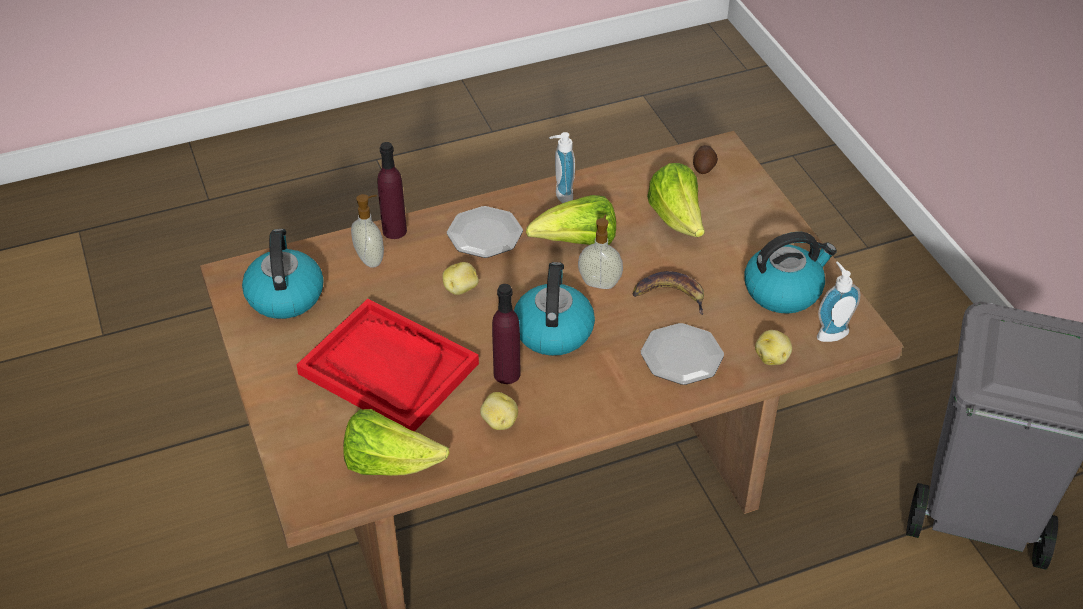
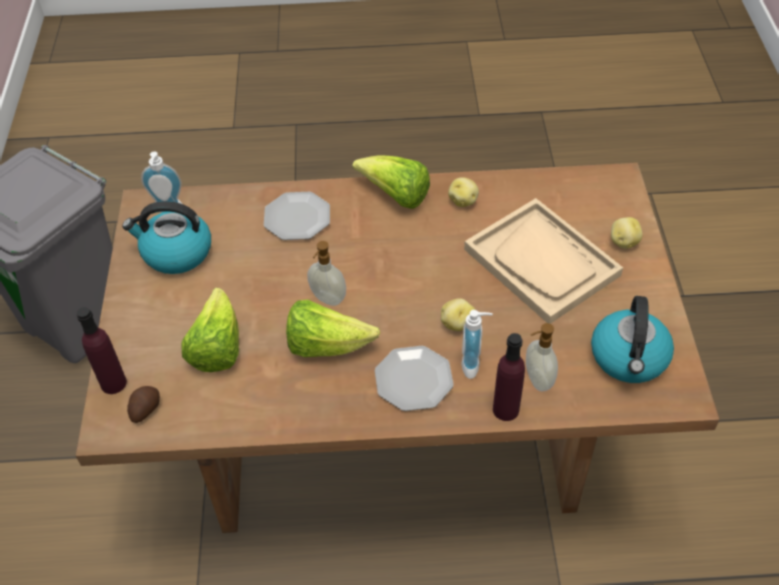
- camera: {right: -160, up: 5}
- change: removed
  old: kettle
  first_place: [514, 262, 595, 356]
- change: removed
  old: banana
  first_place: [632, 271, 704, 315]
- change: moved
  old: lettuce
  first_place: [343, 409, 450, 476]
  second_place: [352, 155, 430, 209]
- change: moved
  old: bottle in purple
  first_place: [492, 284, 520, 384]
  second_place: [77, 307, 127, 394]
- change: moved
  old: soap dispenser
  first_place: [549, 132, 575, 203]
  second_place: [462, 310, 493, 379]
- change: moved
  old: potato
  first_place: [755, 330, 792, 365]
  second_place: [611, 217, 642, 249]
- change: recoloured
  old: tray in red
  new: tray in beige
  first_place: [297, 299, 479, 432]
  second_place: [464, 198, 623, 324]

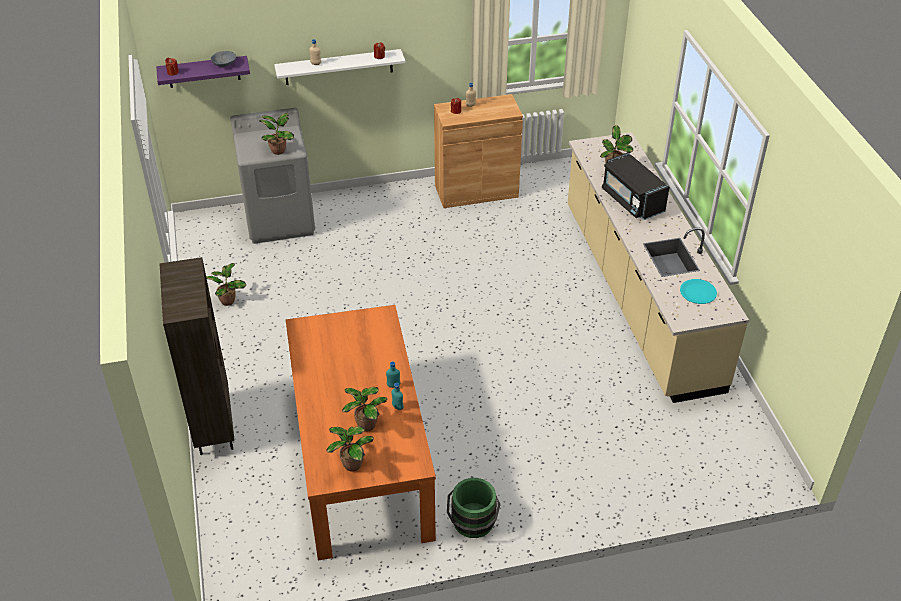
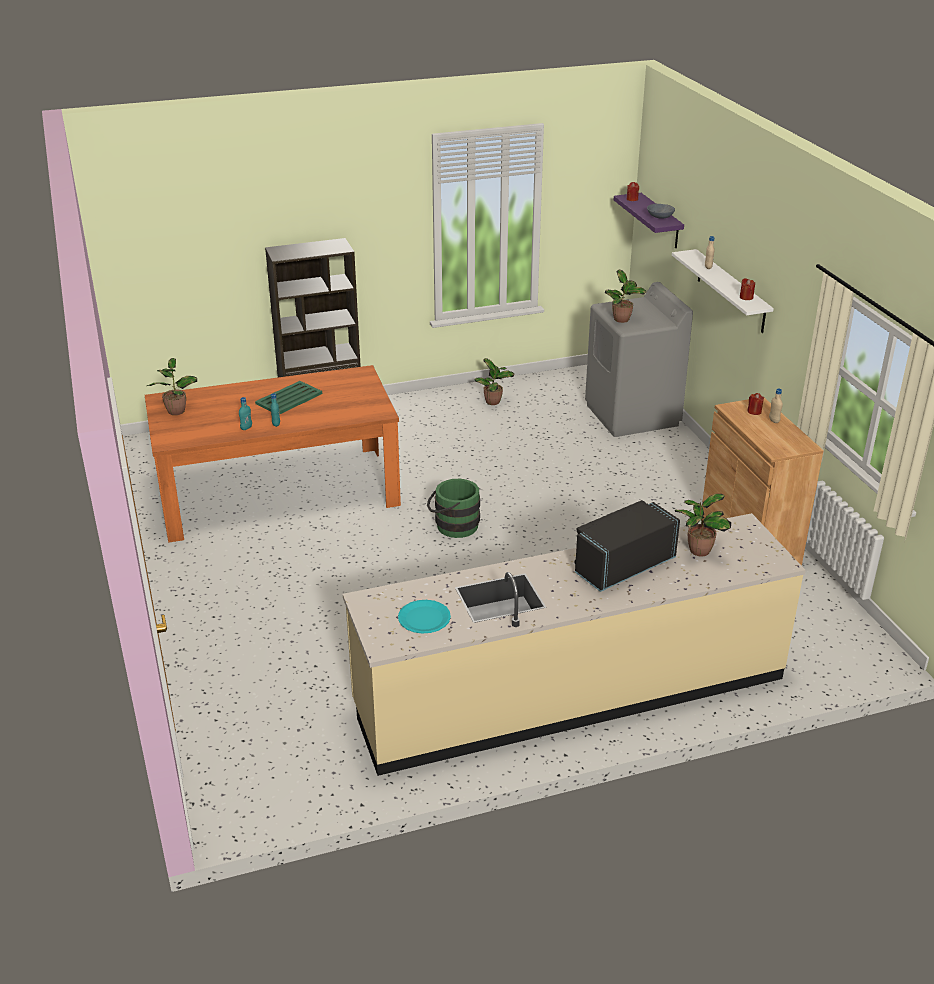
- camera: {right: 85, up: -10}
- change: removed
  old: potted plant
  first_place: [342, 387, 388, 432]
- change: added
  new: tray in green
  second_place: [255, 381, 322, 414]
- change: moved
  old: bucket in green
  first_place: [447, 478, 501, 538]
  second_place: [427, 479, 480, 538]

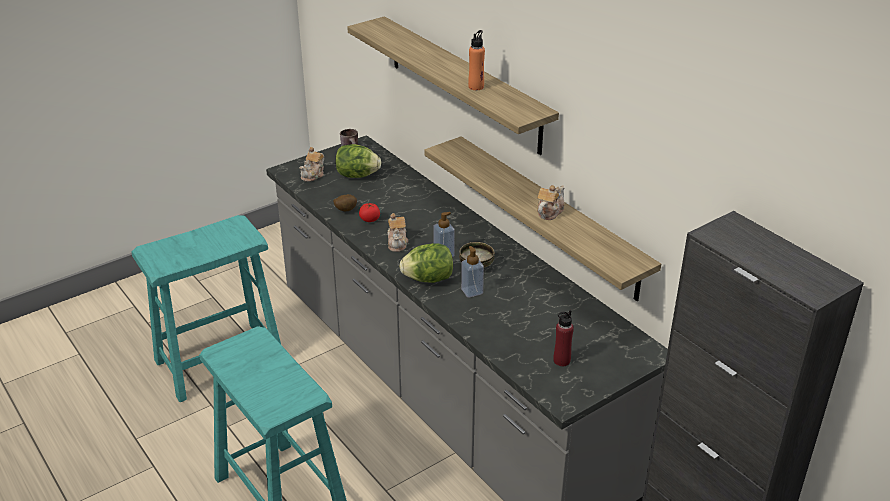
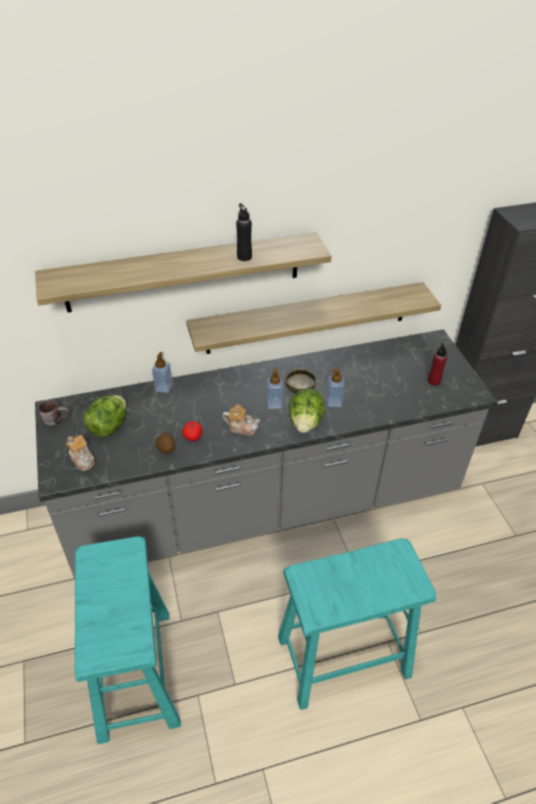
- camera: {right: -70, up: 10}
- change: removed
  old: teapot
  first_place: [537, 185, 565, 220]
- change: added
  new: soap dispenser
  second_place: [152, 352, 173, 393]
- change: recoloured
  old: bottle in orange
  new: bottle in black
  first_place: [468, 30, 485, 90]
  second_place: [236, 203, 252, 261]

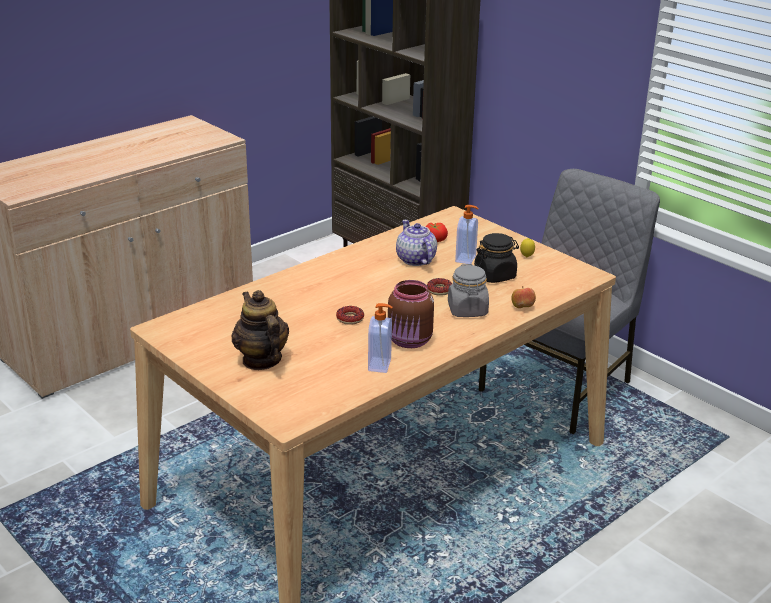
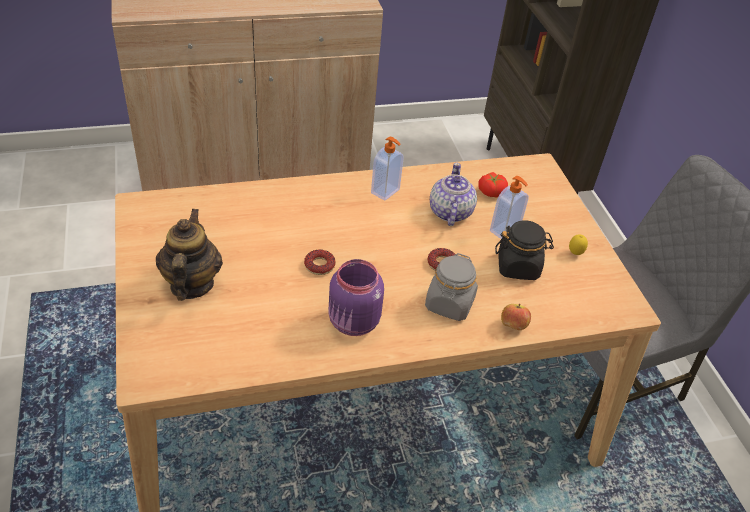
- camera: {right: 25, up: 15}
- change: moved
  old: soap dispenser
  first_place: [368, 303, 393, 373]
  second_place: [371, 136, 404, 201]
- change: recoloured
  old: jar in brown
  new: jar in purple
  first_place: [388, 280, 434, 348]
  second_place: [328, 259, 384, 336]

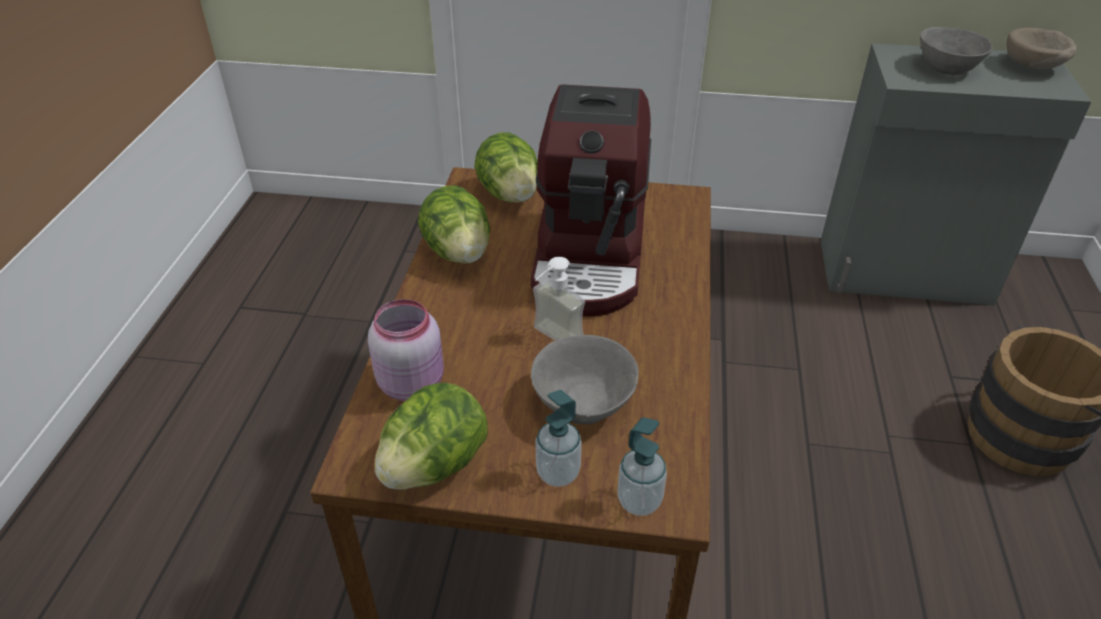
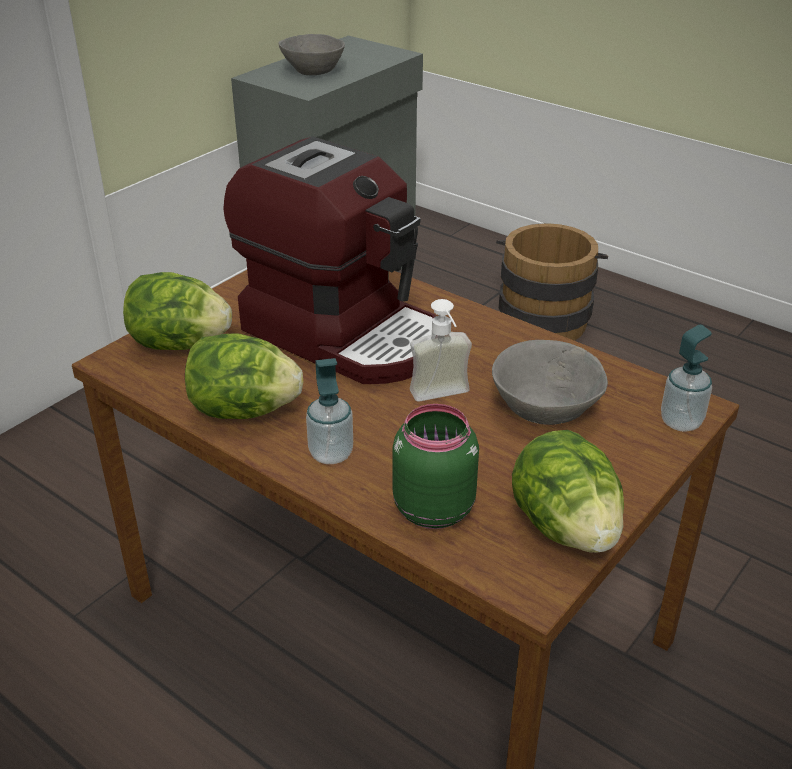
- camera: {right: -60, up: -5}
- change: removed
  old: bowl in beige
  first_place: [1006, 27, 1077, 69]
- change: moved
  old: soap dispenser
  first_place: [535, 390, 582, 487]
  second_place: [306, 358, 353, 464]
- change: recoloured
  old: jar in pink
  new: jar in green
  first_place: [368, 299, 444, 401]
  second_place: [392, 404, 479, 529]

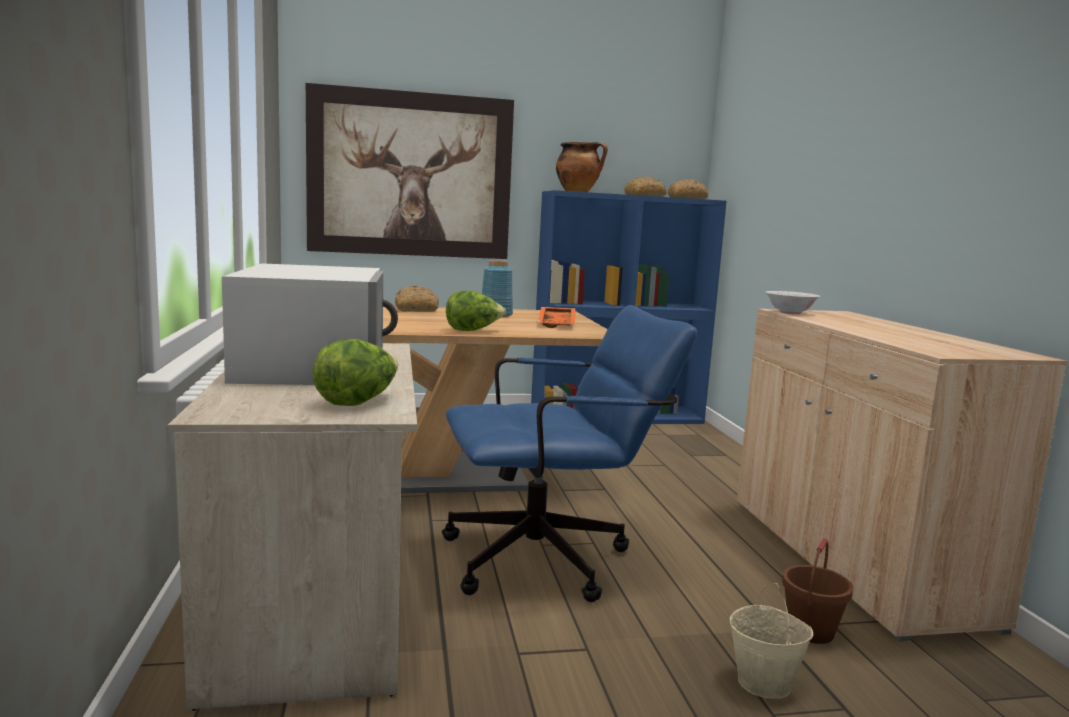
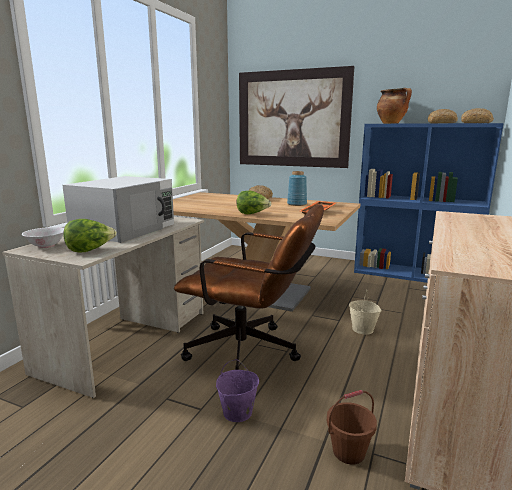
- camera: {right: 35, up: 5}
- change: added
  new: bucket in purple
  second_place: [216, 359, 259, 422]
- change: moved
  old: bucket in beige
  first_place: [729, 583, 813, 699]
  second_place: [349, 290, 382, 335]
- change: moved
  old: bowl in white
  first_place: [766, 291, 820, 314]
  second_place: [22, 227, 64, 248]
- change: recoloured
  old: office chair in blue
  new: office chair in brown
  first_place: [442, 305, 697, 602]
  second_place: [174, 205, 324, 370]

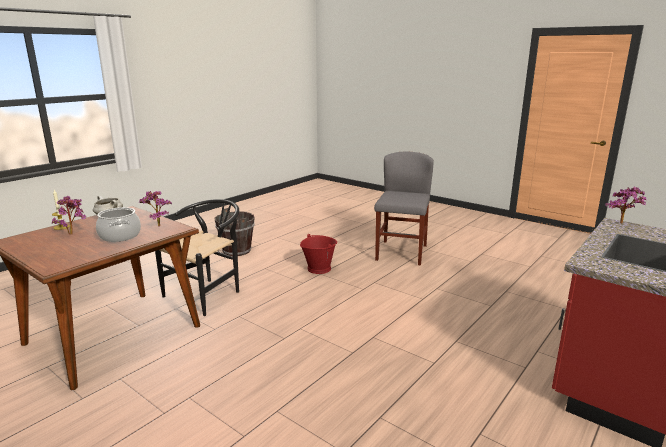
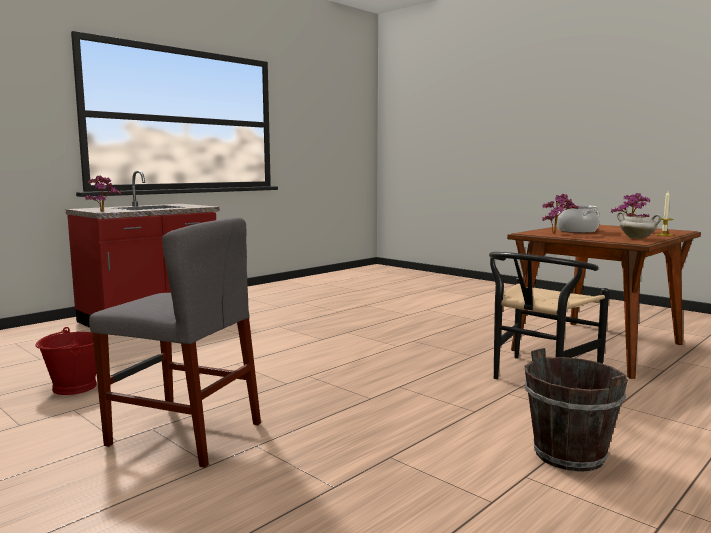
- camera: {right: -175, up: -10}
- change: moved
  old: bucket in red
  first_place: [300, 234, 337, 274]
  second_place: [36, 327, 97, 395]
- change: turned
  old: chair in grey
  first_place: [374, 151, 434, 266]
  second_place: [89, 217, 261, 468]
  degrees: -90

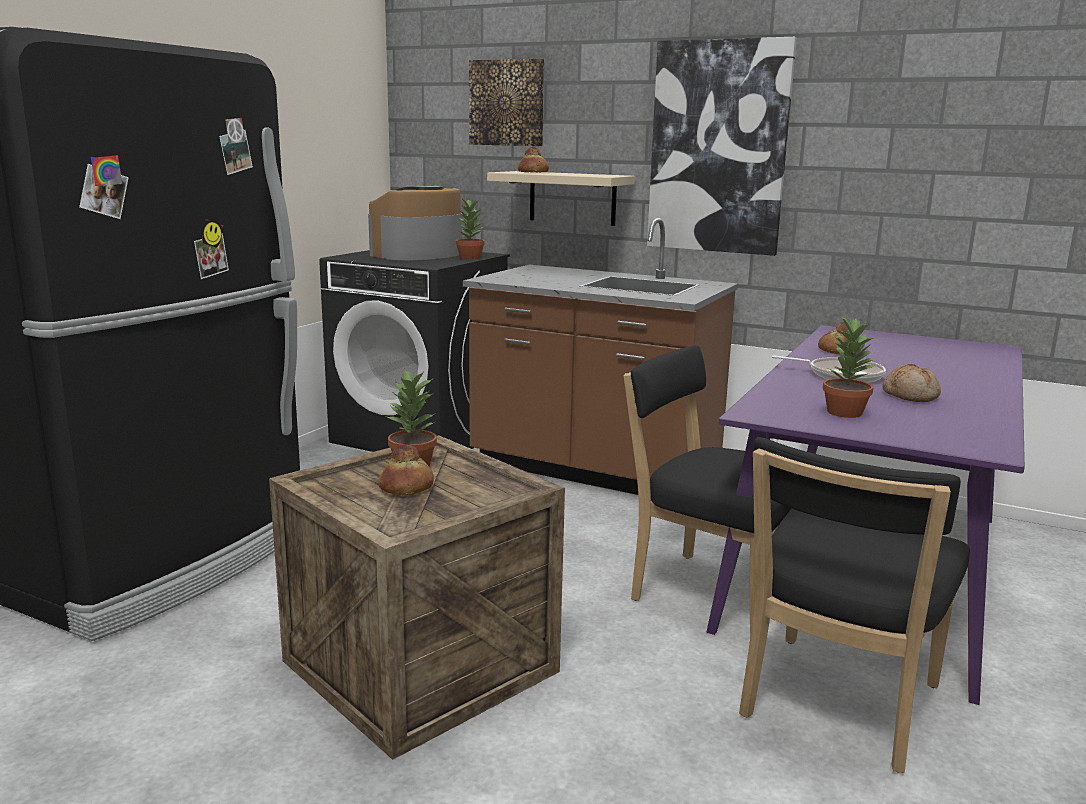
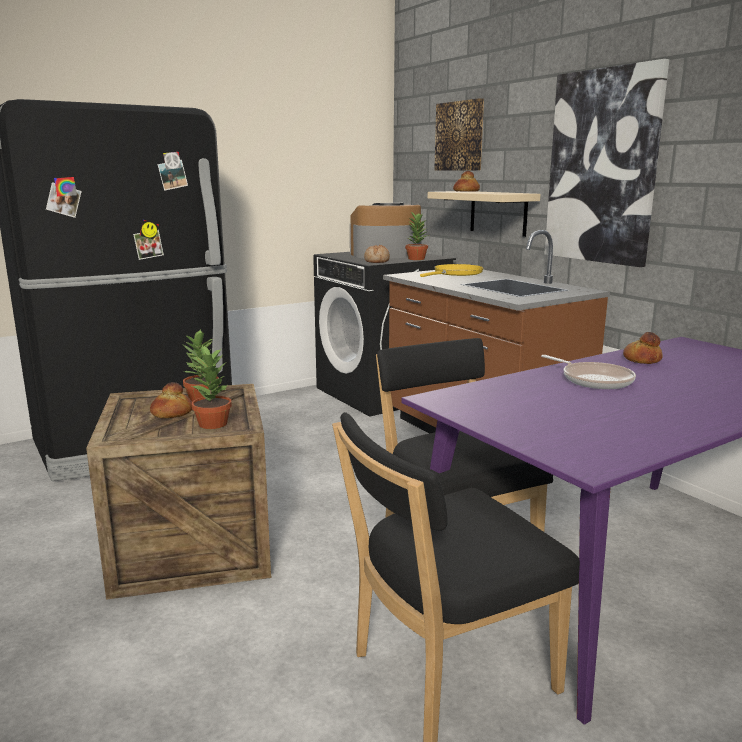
- camera: {right: 30, up: 0}
- change: added
  new: frying pan in yellow
  second_place: [420, 264, 483, 277]
- change: moved
  old: potted plant
  first_place: [823, 316, 877, 418]
  second_place: [190, 345, 232, 429]
- change: moved
  old: bread
  first_place: [883, 364, 941, 402]
  second_place: [364, 245, 390, 263]

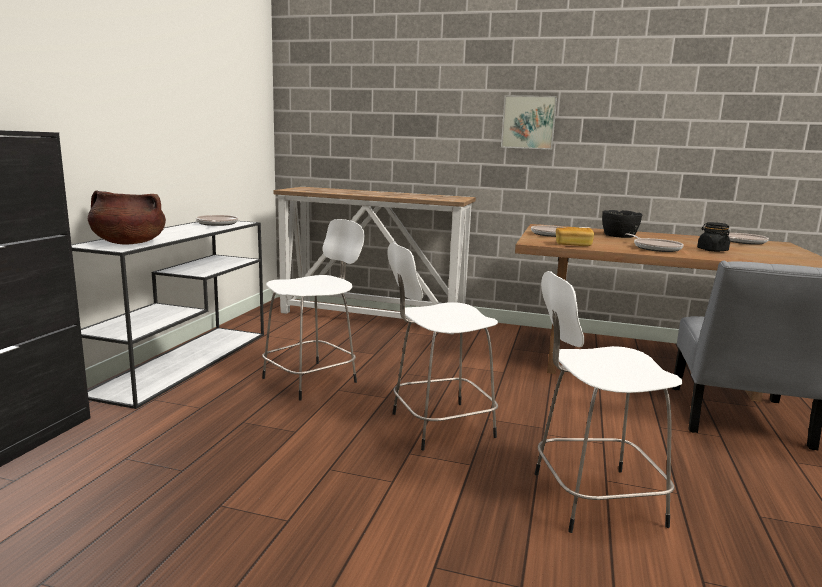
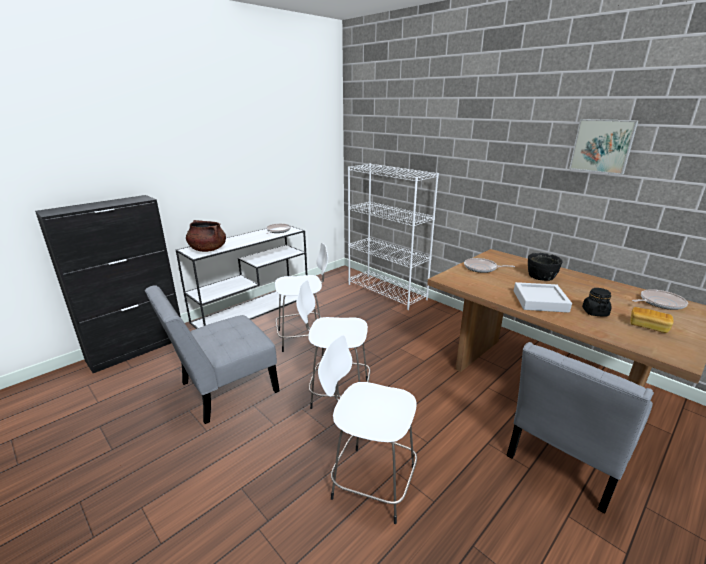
- camera: {right: 30, up: 10}
- change: added
  new: chair in grey
  second_place: [145, 285, 280, 424]
- change: moved
  old: picture
  first_place: [501, 95, 557, 150]
  second_place: [569, 119, 639, 175]
- change: moved
  old: bread
  first_place: [556, 227, 594, 246]
  second_place: [630, 307, 673, 333]
- change: replaced
  old: console table
  new: bookcase in white
  first_place: [274, 187, 476, 334]
  second_place: [348, 163, 439, 310]
- change: replaced
  old: frying pan
  new: tray in grey
  first_place: [625, 233, 684, 252]
  second_place: [514, 282, 572, 313]

